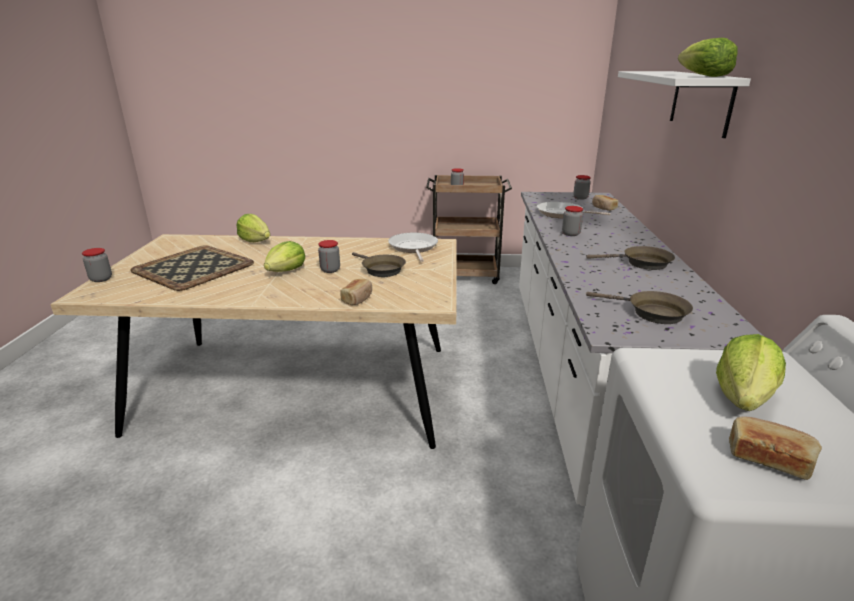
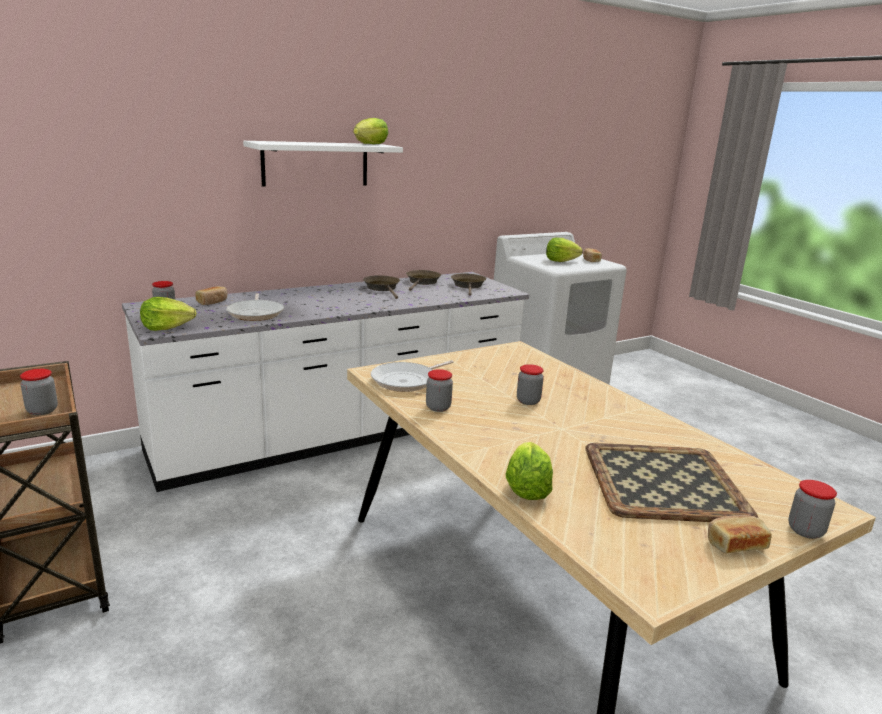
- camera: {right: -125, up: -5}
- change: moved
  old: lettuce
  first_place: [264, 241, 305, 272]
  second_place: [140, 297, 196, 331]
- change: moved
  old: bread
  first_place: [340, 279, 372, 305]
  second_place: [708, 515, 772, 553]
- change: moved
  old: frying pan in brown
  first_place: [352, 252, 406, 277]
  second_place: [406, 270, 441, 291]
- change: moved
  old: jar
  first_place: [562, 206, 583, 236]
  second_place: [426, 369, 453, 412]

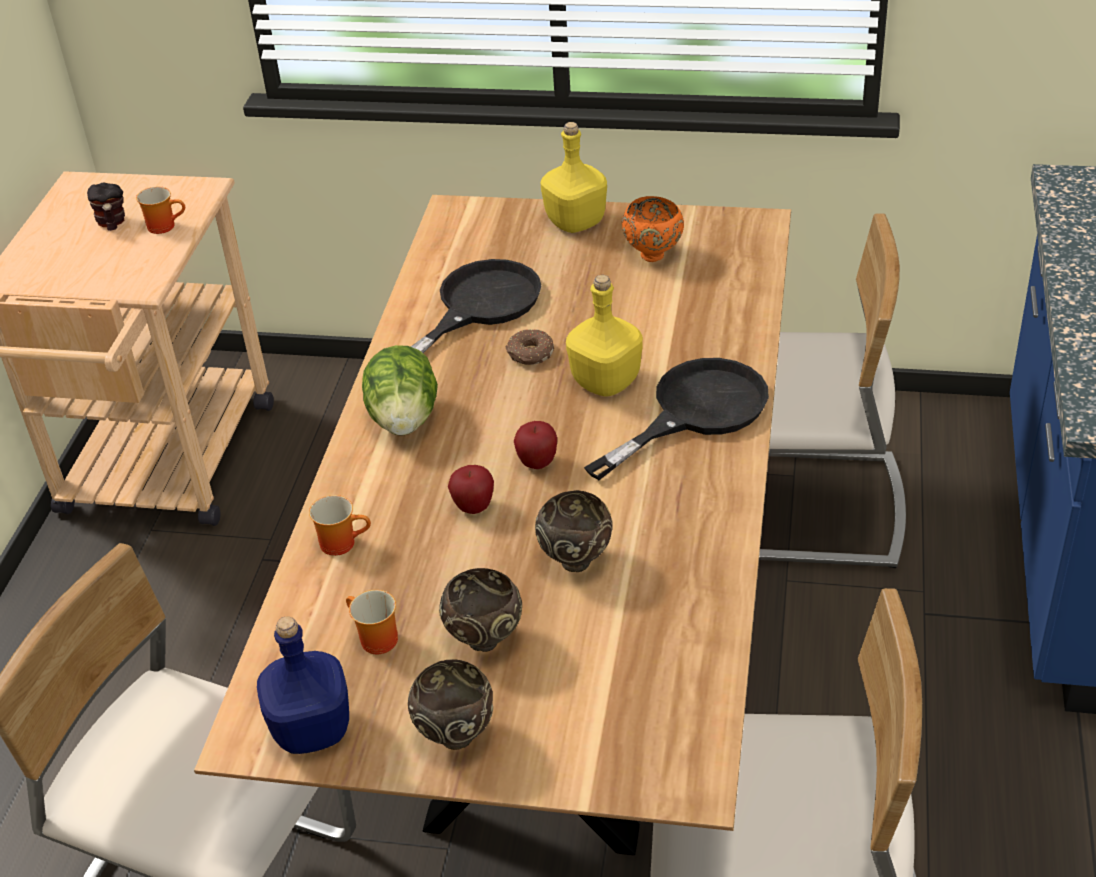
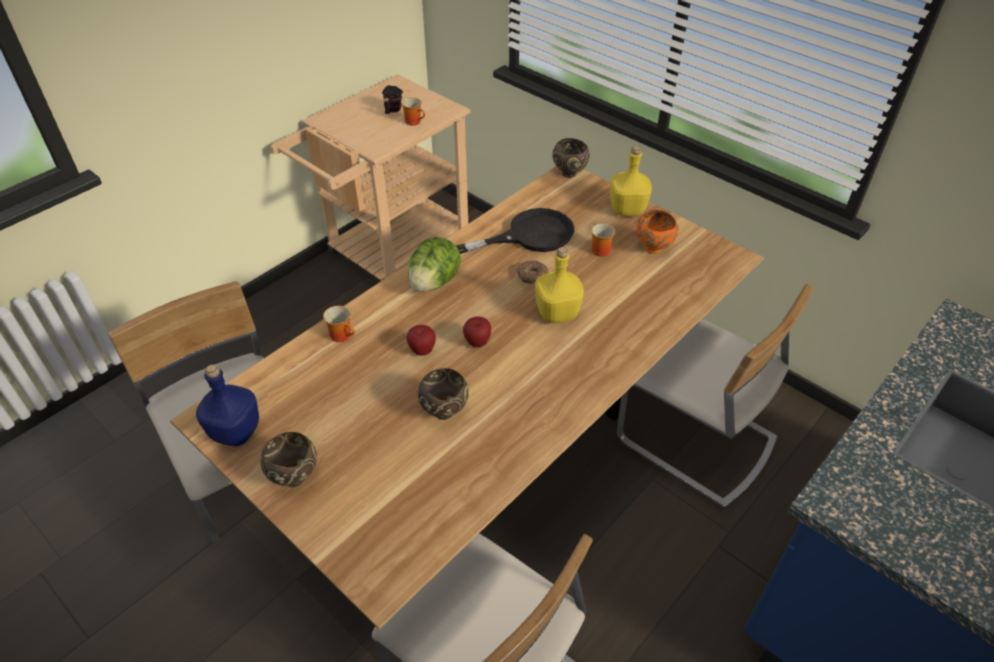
- camera: {right: 30, up: 5}
- change: removed
  old: frying pan in black
  first_place: [584, 358, 769, 480]
- change: moved
  old: mug
  first_place: [346, 590, 398, 654]
  second_place: [591, 223, 615, 257]
- change: moved
  old: bowl in brown
  first_place: [439, 568, 522, 652]
  second_place: [552, 138, 590, 178]

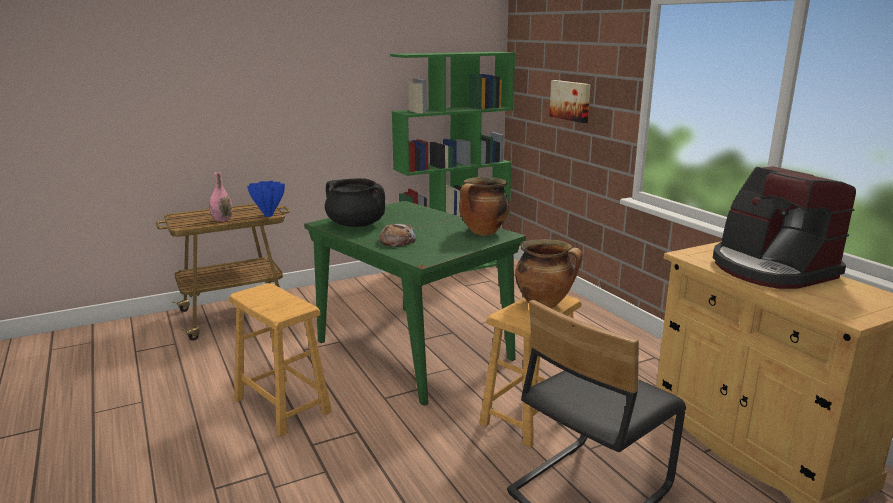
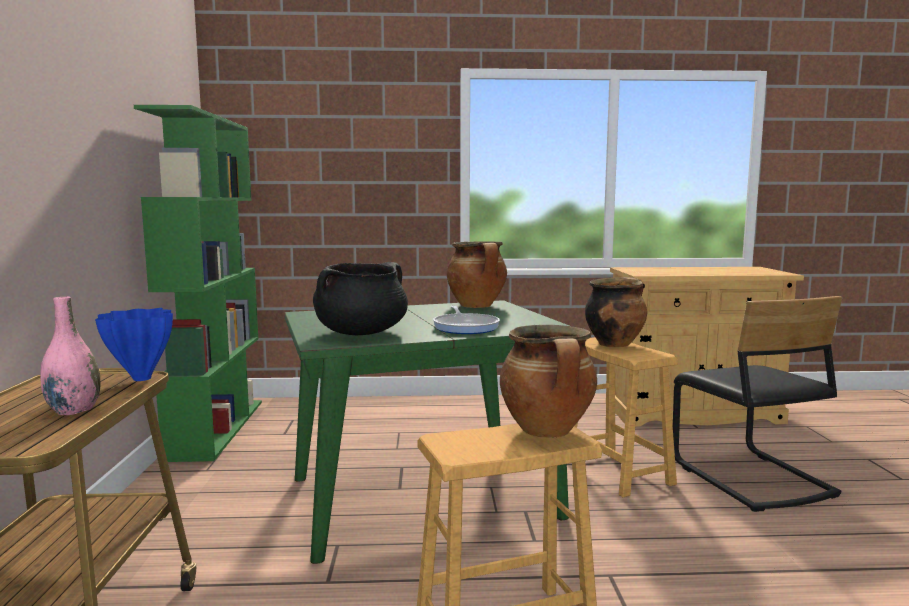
- camera: {right: -65, up: -10}
- change: removed
  old: picture
  first_place: [549, 80, 591, 123]
- change: removed
  old: coffee machine
  first_place: [713, 166, 856, 289]
- change: added
  new: cooking pot
  second_place: [500, 325, 597, 438]
- change: replaced
  old: bread
  new: frying pan
  first_place: [378, 224, 416, 247]
  second_place: [433, 306, 500, 334]

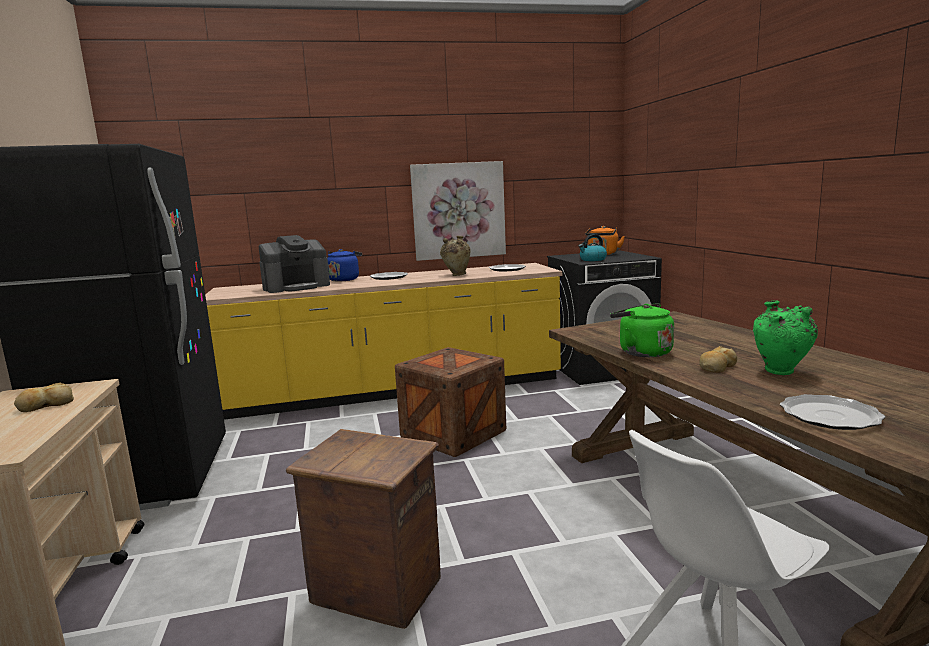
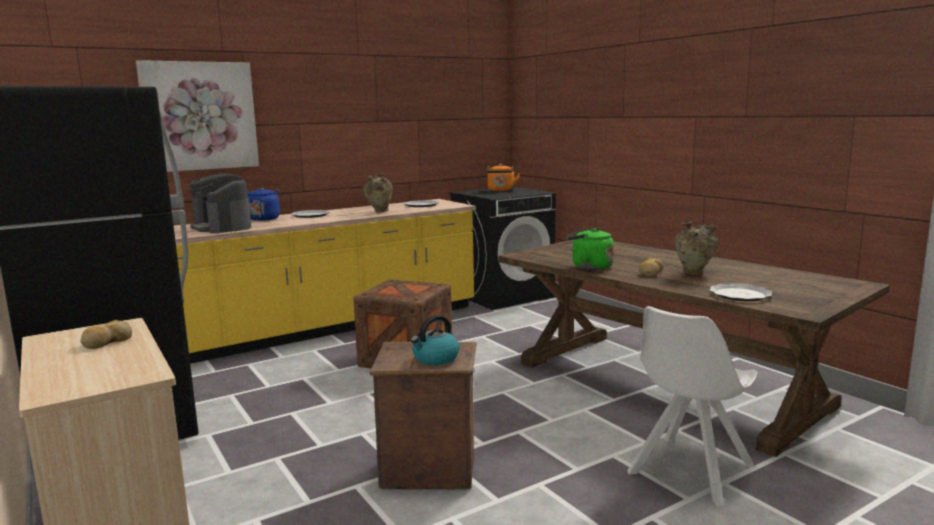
- camera: {right: -20, up: 0}
- change: moved
  old: picture
  first_place: [410, 161, 506, 261]
  second_place: [136, 60, 259, 172]
- change: moved
  old: kettle
  first_place: [578, 234, 607, 261]
  second_place: [411, 315, 460, 365]
- change: recoloured
  old: vase in green
  new: vase in beige
  first_place: [753, 300, 818, 375]
  second_place: [675, 221, 718, 275]
- change: turned
  old: coffee machine
  first_place: [259, 235, 330, 293]
  second_place: [189, 173, 251, 233]
  degrees: 105

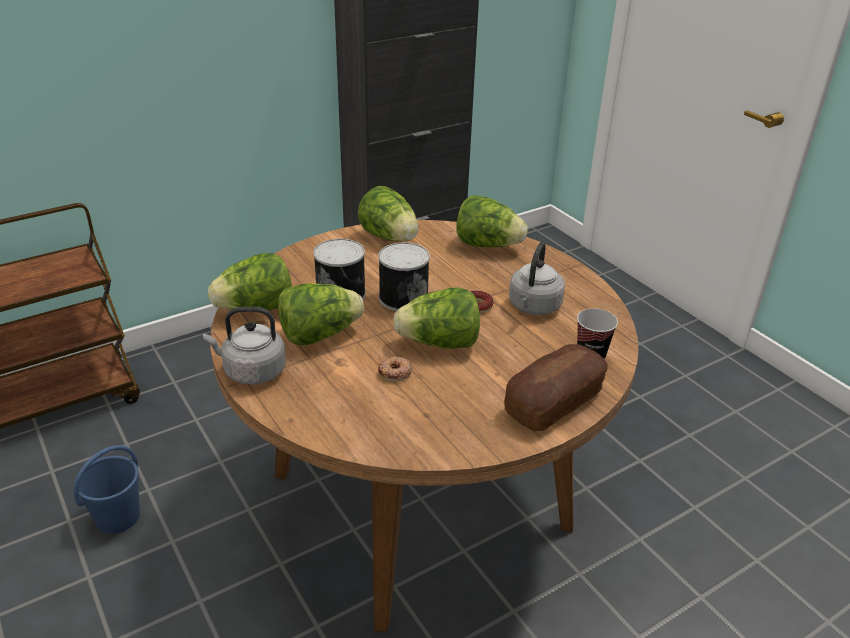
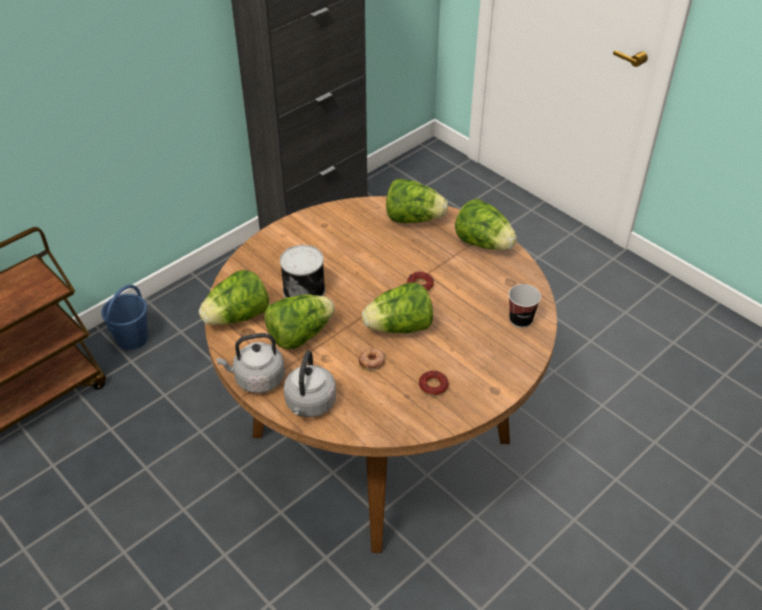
- camera: {right: -10, up: 10}
- change: removed
  old: can
  first_place: [378, 242, 430, 311]
- change: removed
  old: bread
  first_place: [504, 344, 608, 431]
- change: added
  new: donut
  second_place: [419, 371, 449, 396]
- change: moved
  old: bucket in blue
  first_place: [73, 445, 140, 534]
  second_place: [101, 284, 148, 350]
- change: moved
  old: lettuce
  first_place: [358, 186, 419, 241]
  second_place: [455, 199, 517, 250]
- change: moved
  old: kettle in grey
  first_place: [509, 242, 565, 315]
  second_place: [284, 350, 336, 417]

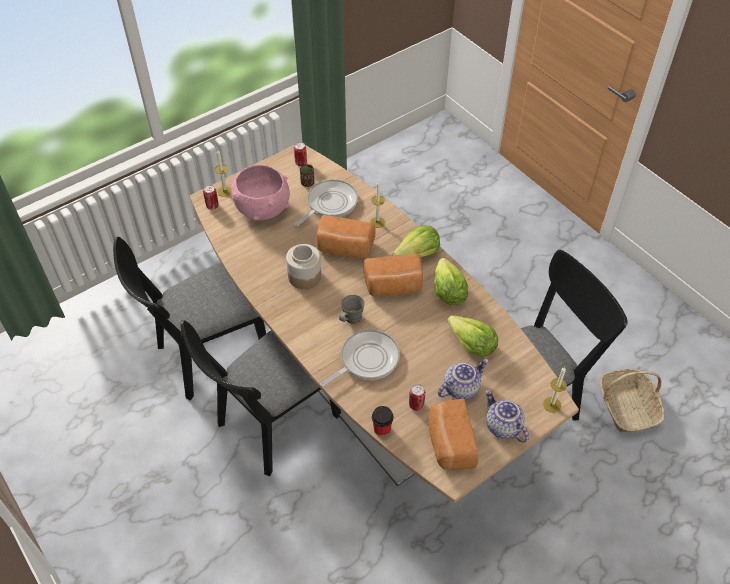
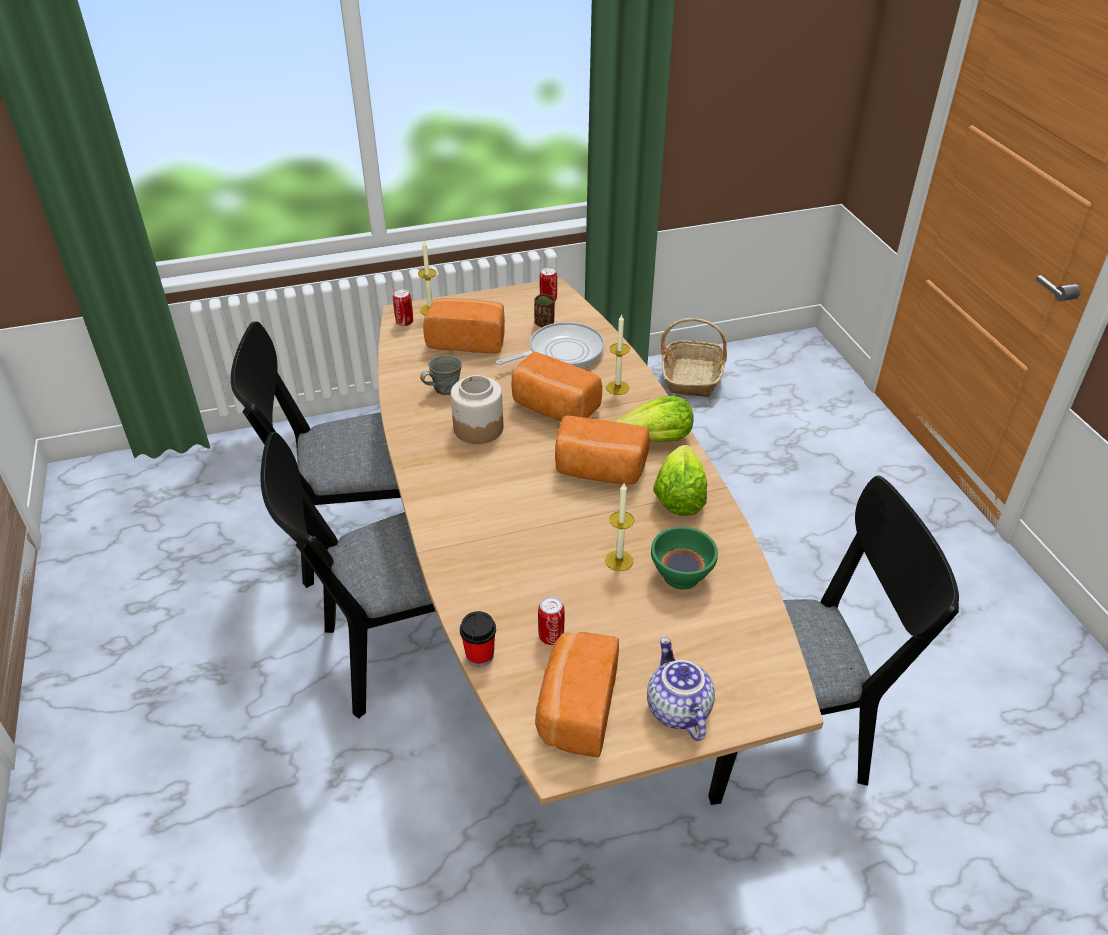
- camera: {right: 20, up: -10}
- change: removed
  old: frying pan
  first_place: [320, 330, 400, 387]
- change: removed
  old: teapot
  first_place: [438, 359, 489, 400]
- change: moved
  old: mug in grey
  first_place: [339, 295, 365, 324]
  second_place: [420, 355, 462, 395]
- change: moved
  old: candle
  first_place: [543, 367, 567, 413]
  second_place: [605, 483, 634, 571]
- change: moved
  old: basket
  first_place: [600, 369, 665, 433]
  second_place: [661, 318, 727, 397]
- change: replaced
  old: bowl in pink
  new: bread
  first_place: [231, 164, 290, 220]
  second_place: [423, 298, 505, 353]
- change: replaced
  old: lettuce
  new: bowl in green
  first_place: [447, 315, 498, 357]
  second_place: [651, 527, 718, 590]

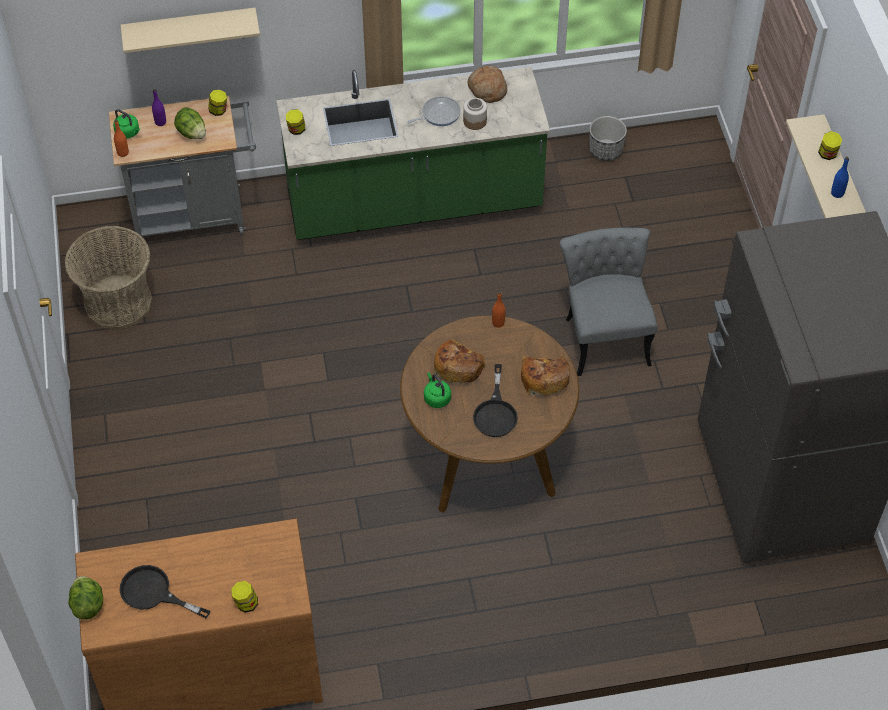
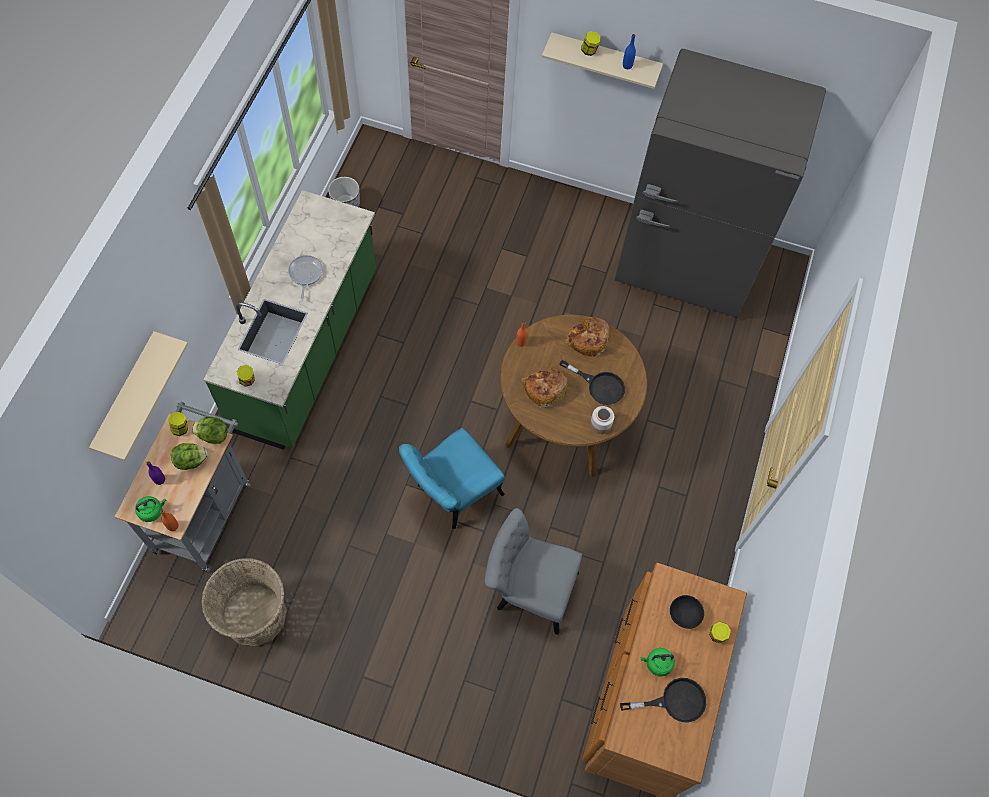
- camera: {right: -65, up: 10}
- change: removed
  old: bread
  first_place: [468, 66, 507, 103]
- change: added
  new: chair in turquoise
  second_place: [399, 428, 505, 529]
- change: added
  new: bowl in black
  second_place: [670, 595, 704, 629]
- change: moved
  old: lettuce
  first_place: [68, 576, 103, 620]
  second_place: [192, 416, 227, 444]
- change: moved
  old: kettle in green
  first_place: [424, 372, 451, 408]
  second_place: [641, 648, 675, 677]
- change: moved
  old: jar
  first_place: [463, 98, 487, 130]
  second_place: [590, 406, 614, 434]
- change: moved
  old: chair in grey
  first_place: [560, 228, 657, 376]
  second_place: [485, 508, 582, 635]
- change: turned
  old: frying pan in black
  first_place: [120, 565, 211, 618]
  second_place: [620, 678, 706, 723]
  degrees: -150

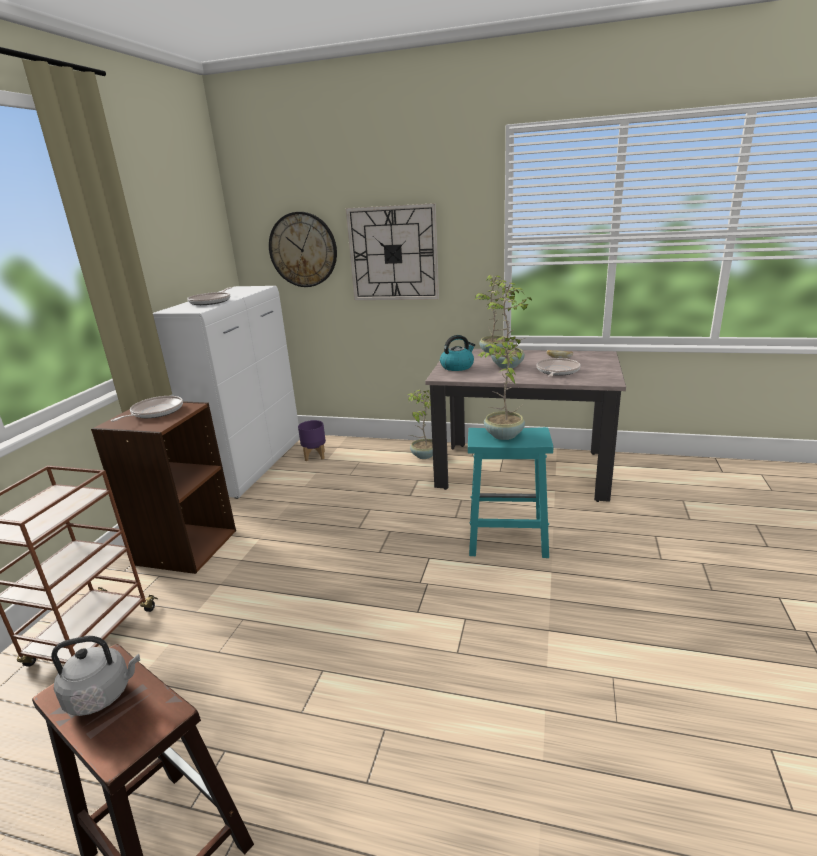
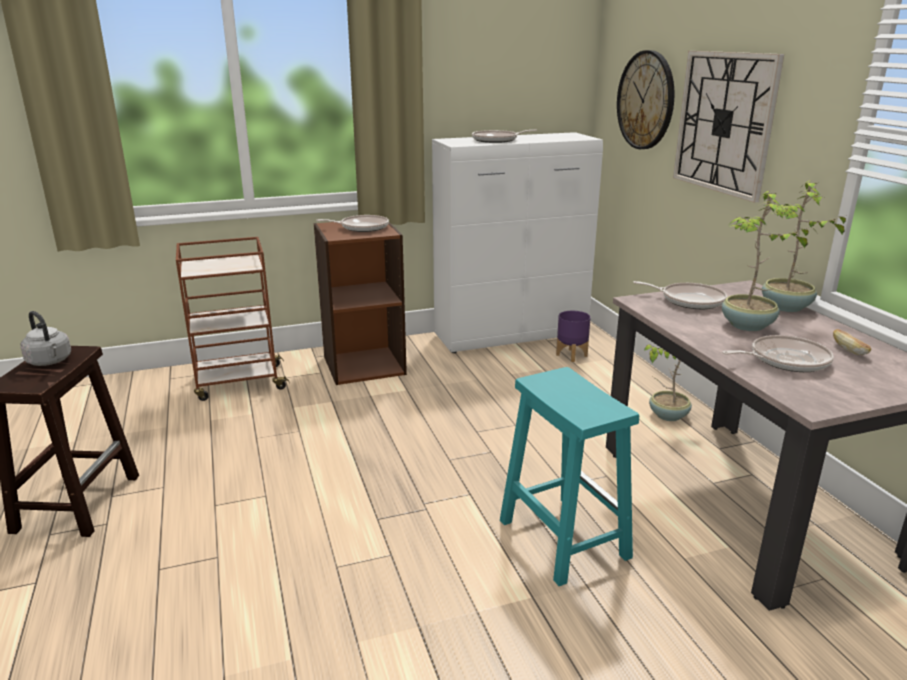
- camera: {right: 55, up: 0}
- change: removed
  old: potted plant
  first_place: [477, 336, 525, 440]
- change: replaced
  old: kettle
  new: frying pan
  first_place: [440, 335, 475, 371]
  second_place: [633, 281, 727, 309]

